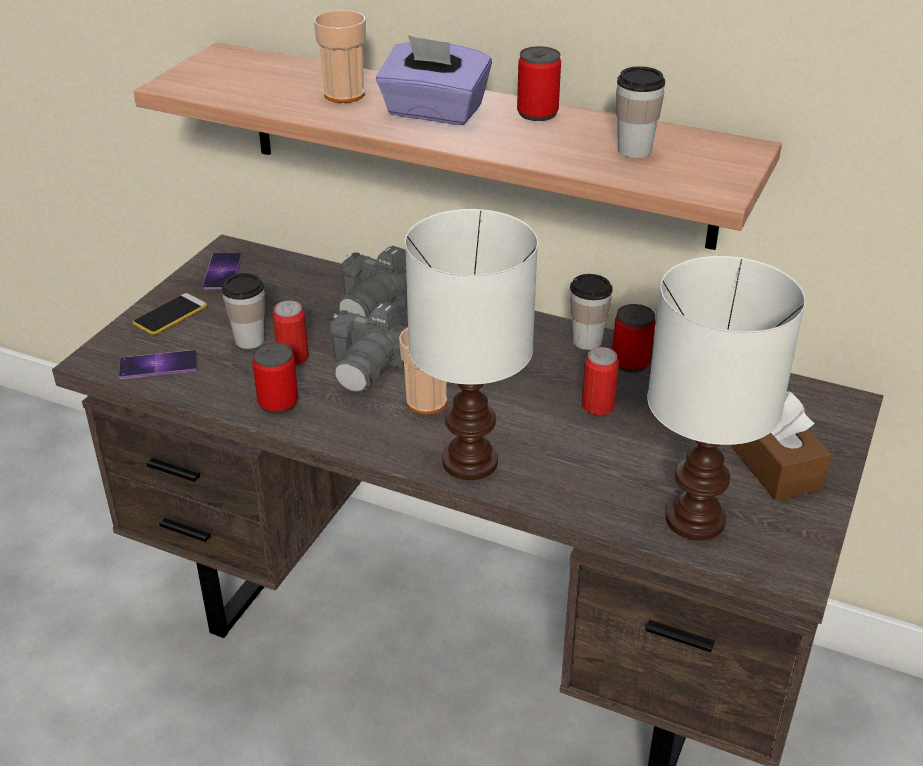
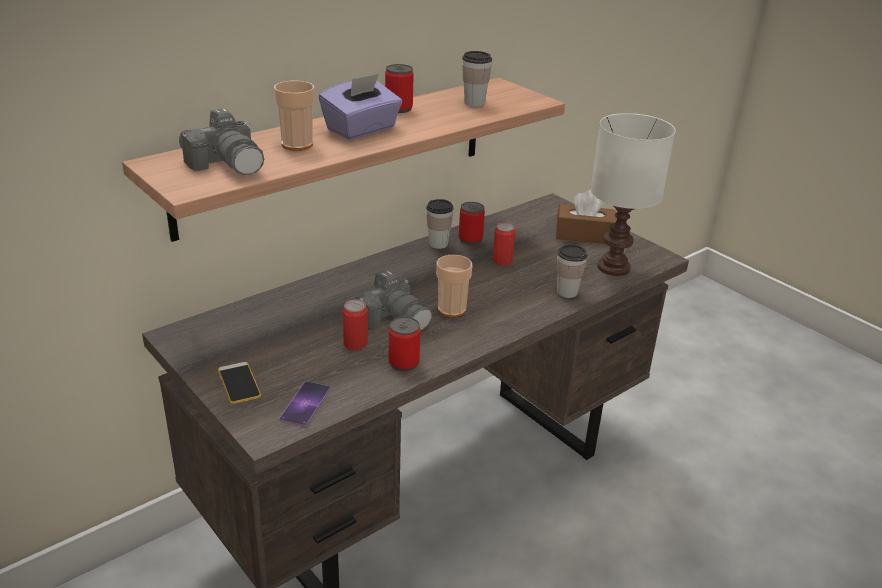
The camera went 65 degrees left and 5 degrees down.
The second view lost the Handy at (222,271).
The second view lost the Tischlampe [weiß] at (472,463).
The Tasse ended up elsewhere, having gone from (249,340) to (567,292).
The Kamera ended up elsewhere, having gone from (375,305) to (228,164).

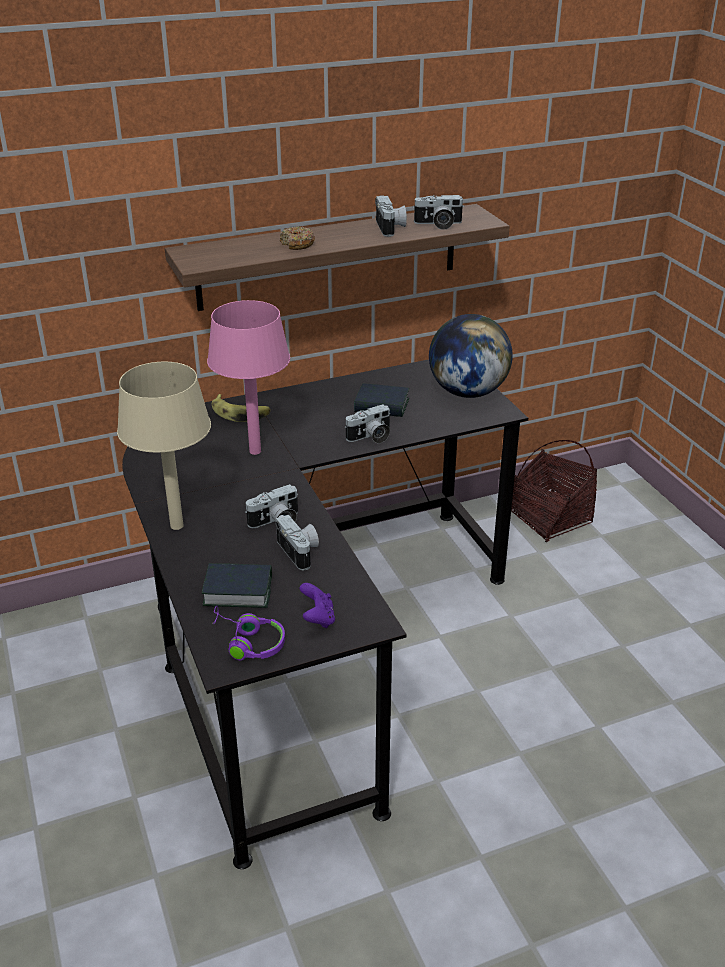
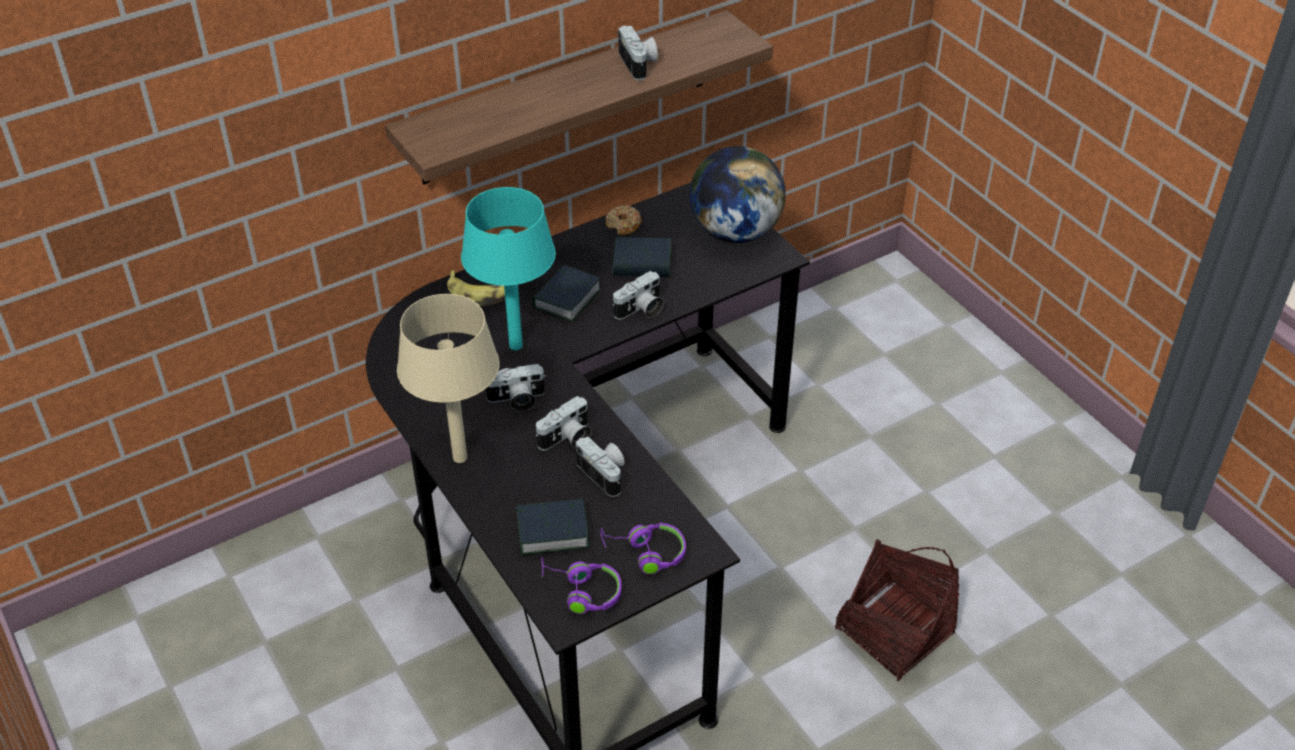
The camera went 10 degrees left and 10 degrees up.
The second view gained the Buch at (567,298).
The Donut ended up elsewhere, having gone from (297,244) to (623,225).
The Kamera ended up elsewhere, having gone from (438,224) to (517,400).
The Korb ended up elsewhere, having gone from (549,517) to (893,632).
Where the Gamepad [lila] stood at (318,618), the Kopfhörer [lila] came to stand at (645,553).
What was the Tischlampe [rosa] at (255,451) turned into the Tischlampe [türkis] at (515,345).

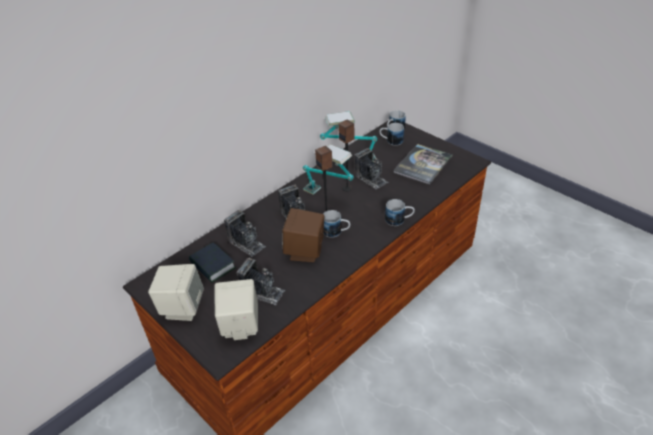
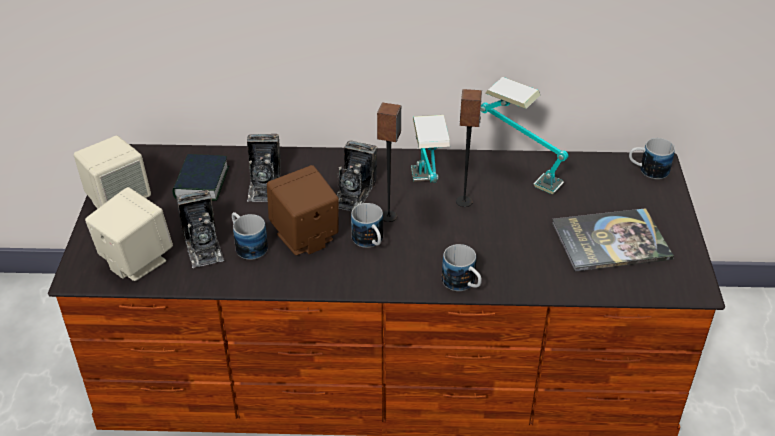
The camera went 45 degrees right and 0 degrees up.
The second view lost the Kamera at (371,179).
The Henkelbecher ended up elsewhere, having gone from (391,141) to (247,245).

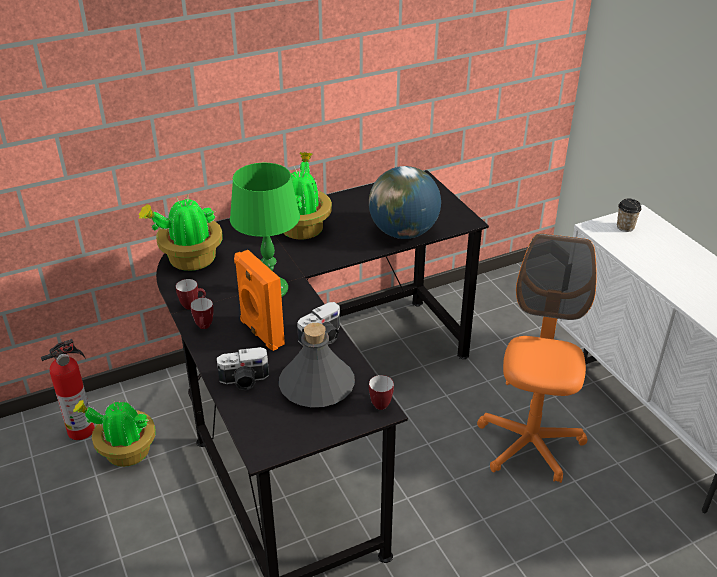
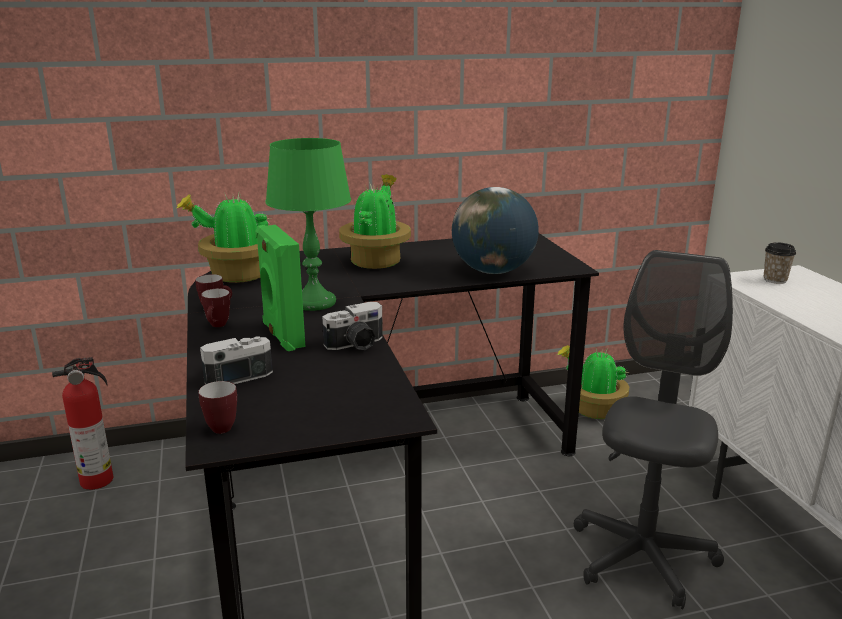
The camera went 10 degrees right and 15 degrees down.
The second view lost the Flasche [grau] at (316,386).
The Topfpflanze ended up elsewhere, having gone from (125,452) to (593,410).
The Henkelbecher ended up elsewhere, having gone from (379,403) to (223,426).
What was the Lautsprecher [orange] at (261,333) turned into the Lautsprecher [grün] at (282,335).
What was the Bürostuhl [orange] at (529,444) turned into the Bürostuhl [grau] at (642,557).
The Kamera at (244,381) ended up facing another way, 150 degrees clockwise from before.

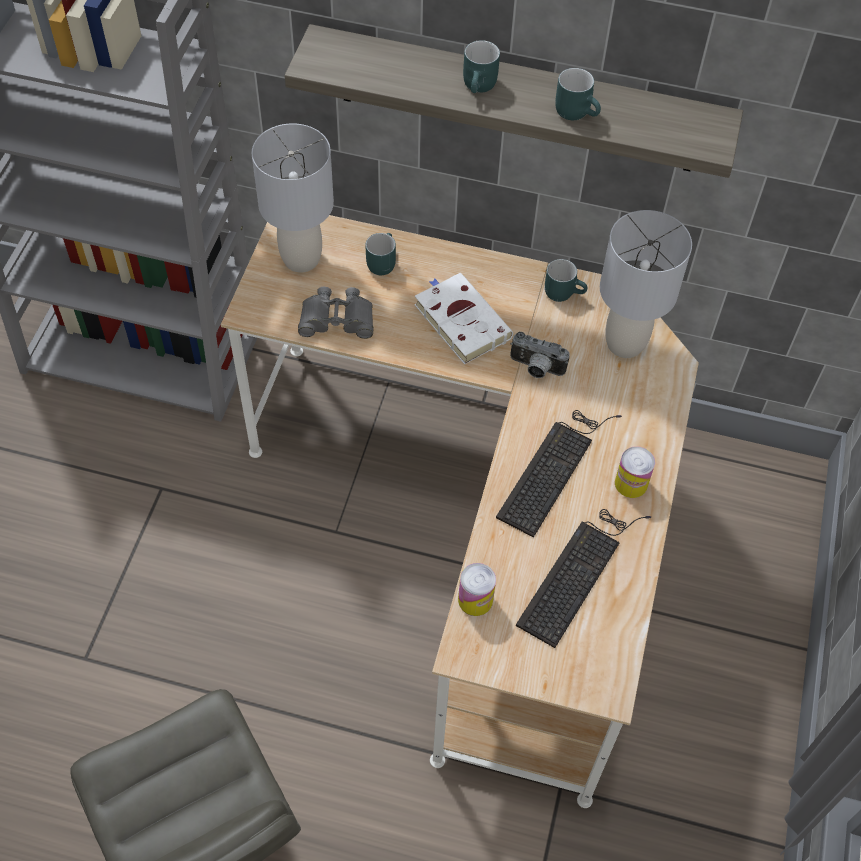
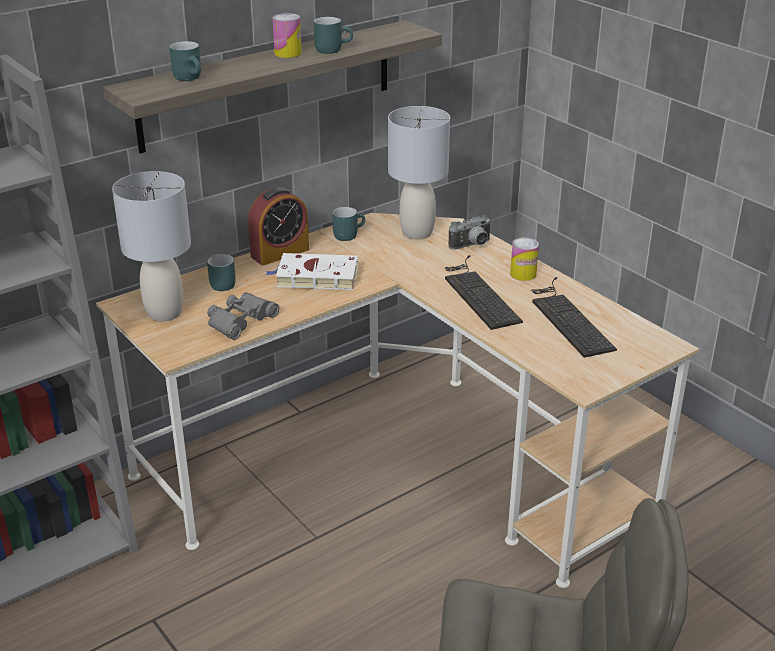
The camera went 50 degrees left and 25 degrees down.
The second view gained the Wecker at (280,253).
The Dose ended up elsewhere, having gone from (475,599) to (288,53).
The Henkelbecher [türkis] ended up elsewhere, having gone from (481,87) to (191,78).
The Kamera ended up elsewhere, having gone from (535,369) to (472,246).

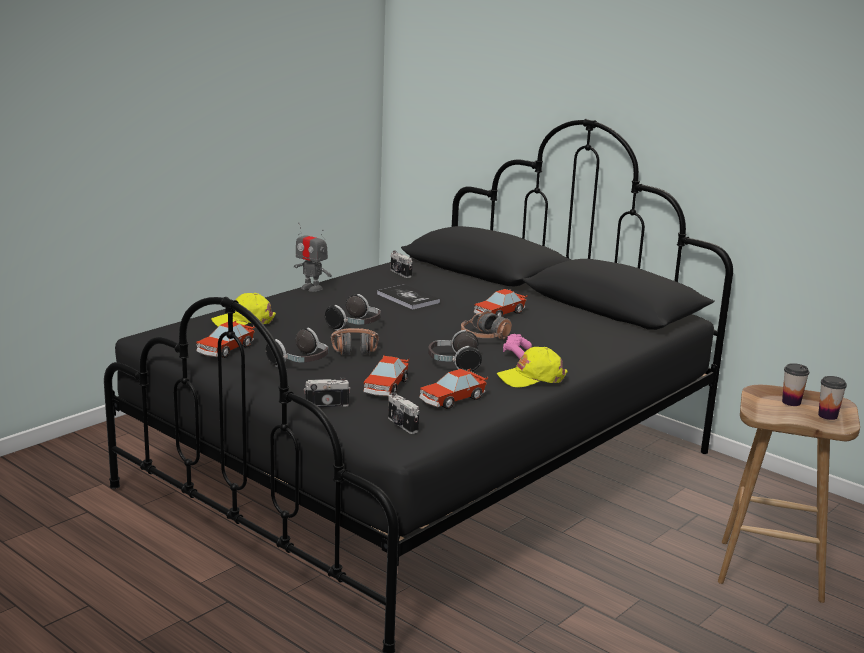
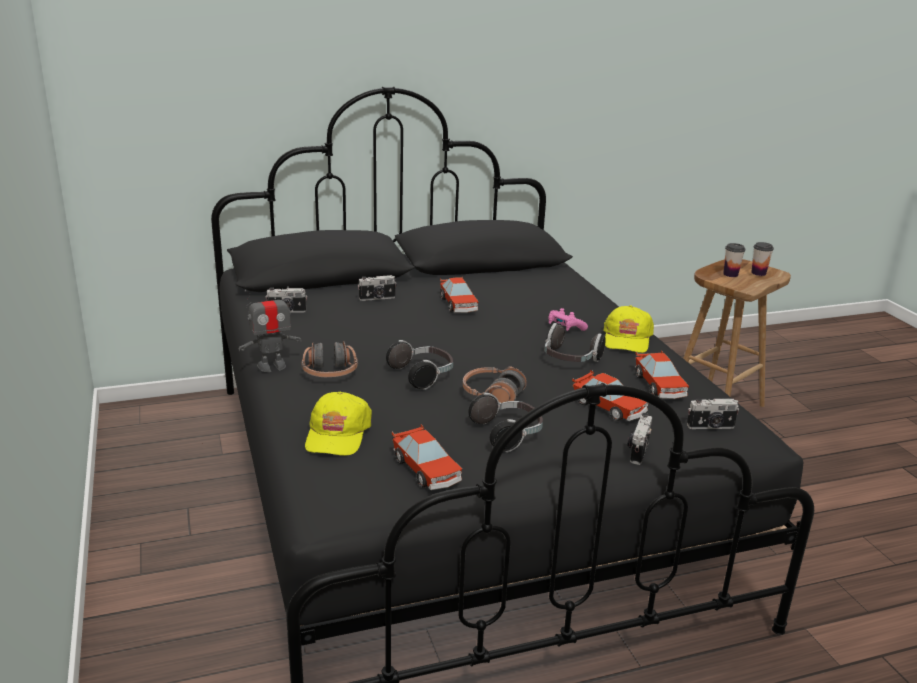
The camera went 60 degrees left and 5 degrees up.
The second view lost the Buch at (408,298).
The second view gained the Kamera at (377,298).
The Kopfhörer ended up elsewhere, having gone from (484,337) to (330,373).

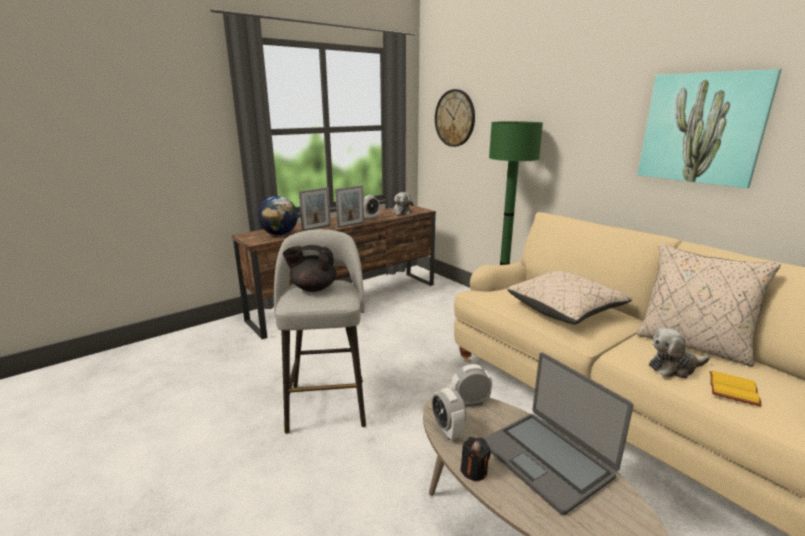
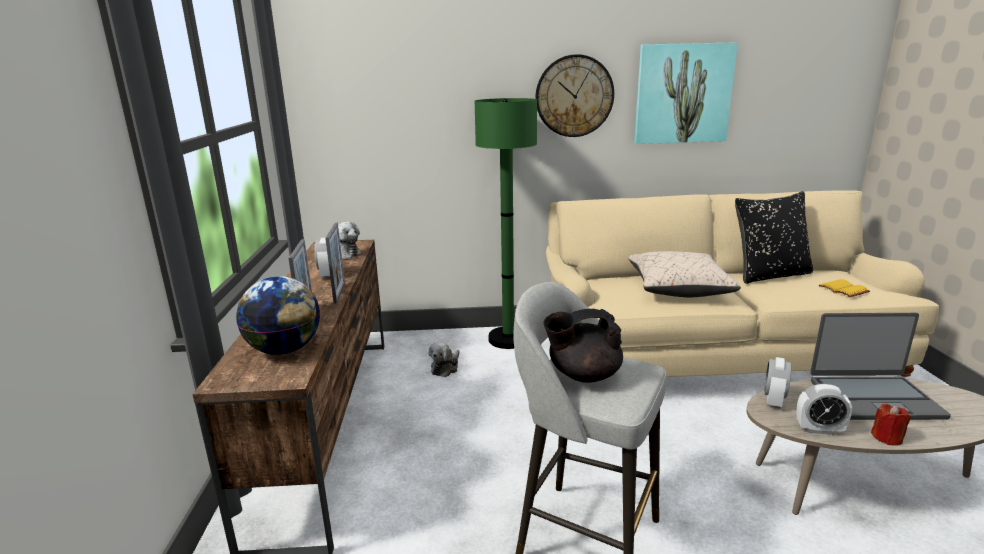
The camera went 55 degrees left and 0 degrees up.
The Wanduhr ended up elsewhere, having gone from (455,118) to (574,96).
The Plüschtier ended up elsewhere, having gone from (674,367) to (445,367).
What was the Kerze [schwarz] at (474,471) turned into the Kerze [rot] at (887,438).
What was the Kissen [beige] at (692,345) turned into the Kissen [schwarz] at (770,275).
The Teekanne [schwarz] at (313,288) ended up facing another way, 45 degrees clockwise from before.

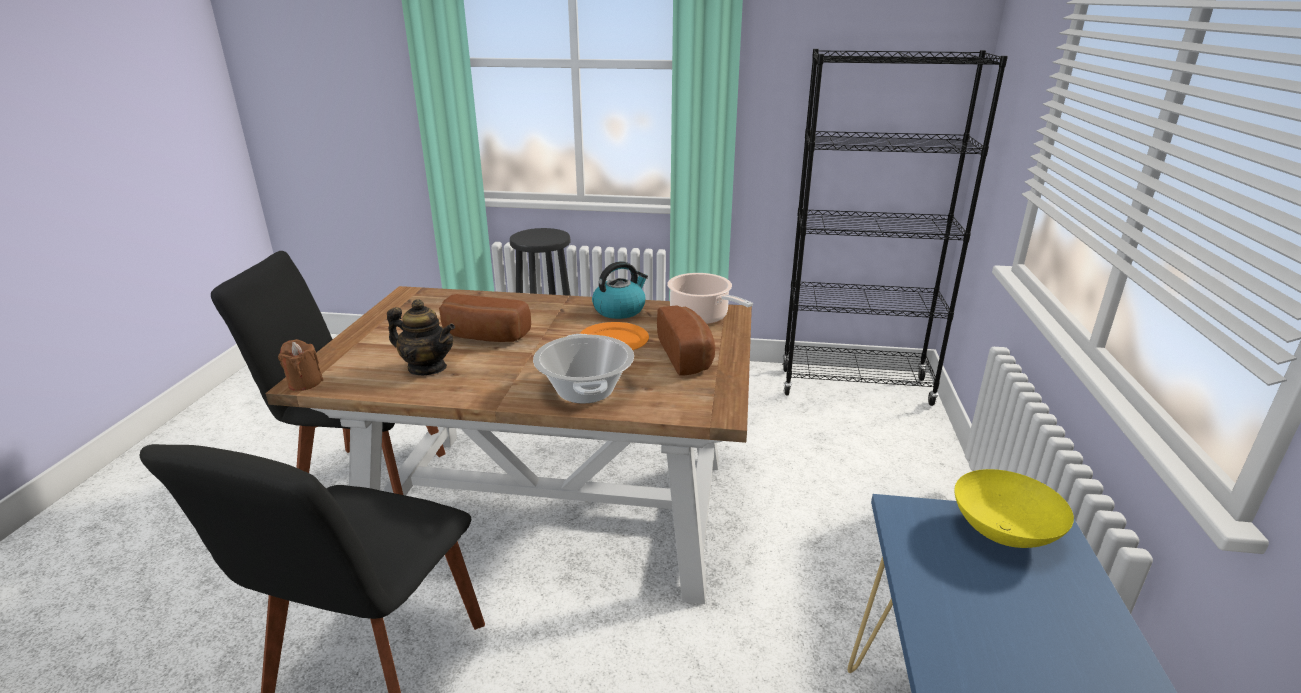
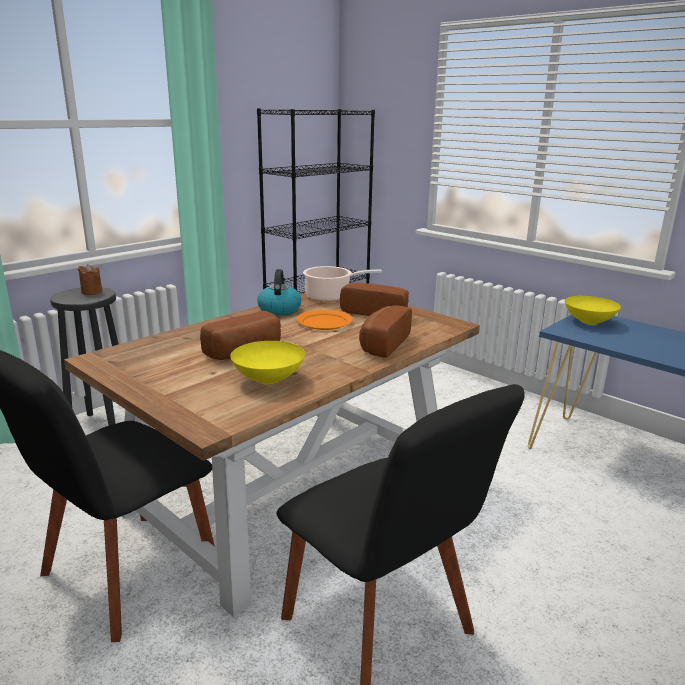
The camera went 55 degrees left and 5 degrees down.
The Kerze [braun] ended up elsewhere, having gone from (305,383) to (92,292).
Where the Teekanne stood at (427,368), the Schüssel [gelb] came to stand at (267,379).
Where the Kochtopf stood at (586,390), the Brot came to stand at (382,344).

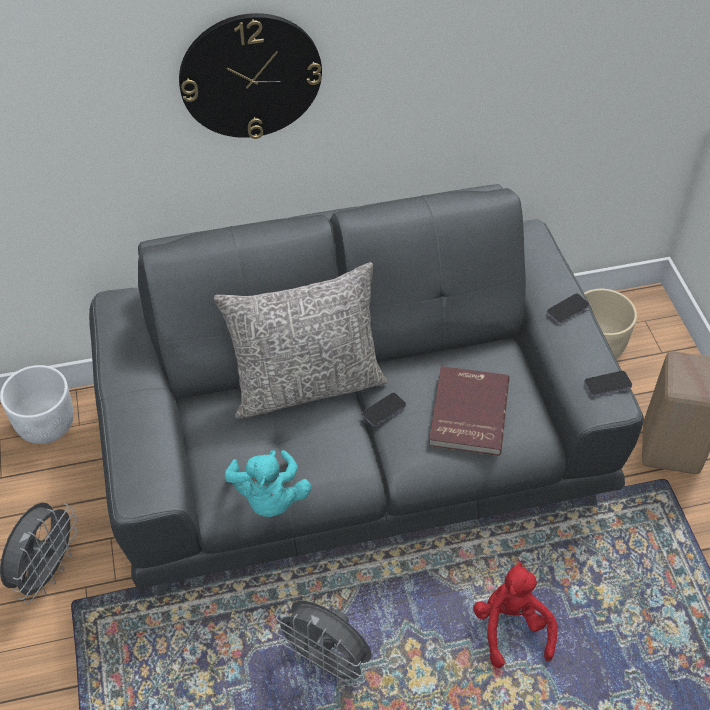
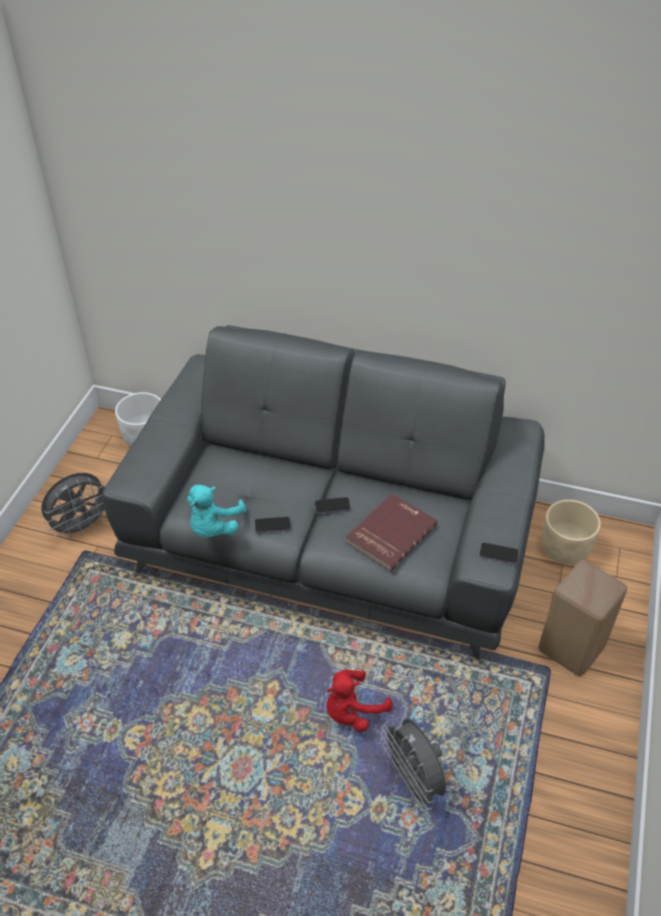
The camera went 30 degrees right and 5 degrees down.
The second view lost the Wanduhr at (250,76).
The second view lost the Kissen [grau] at (306,385).
The Ventilator [grau] ended up elsewhere, having gone from (327,662) to (413,781).
The Handy ended up elsewhere, having gone from (567,309) to (272,525).
The Plüschtier [rot] at (511,628) ended up facing another way, 150 degrees counterclockwise from before.

